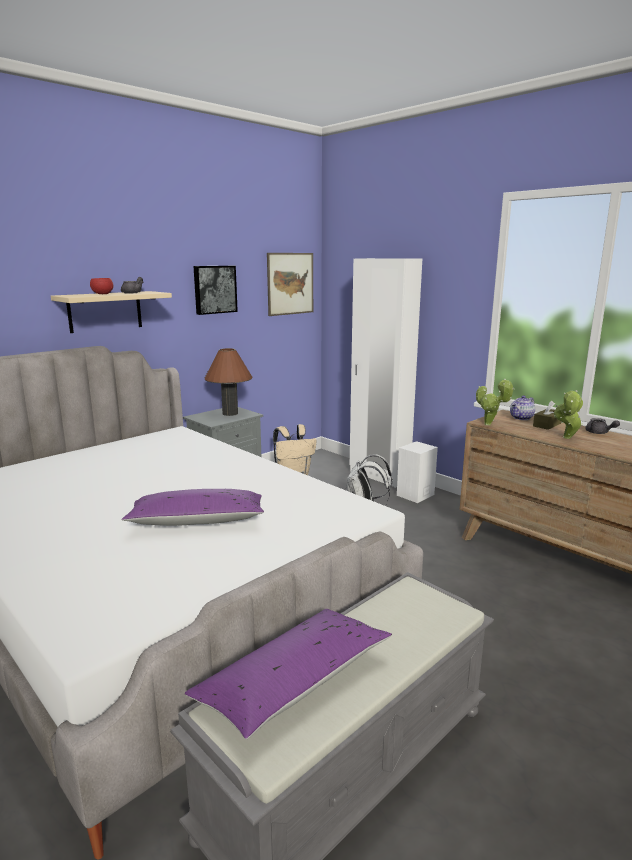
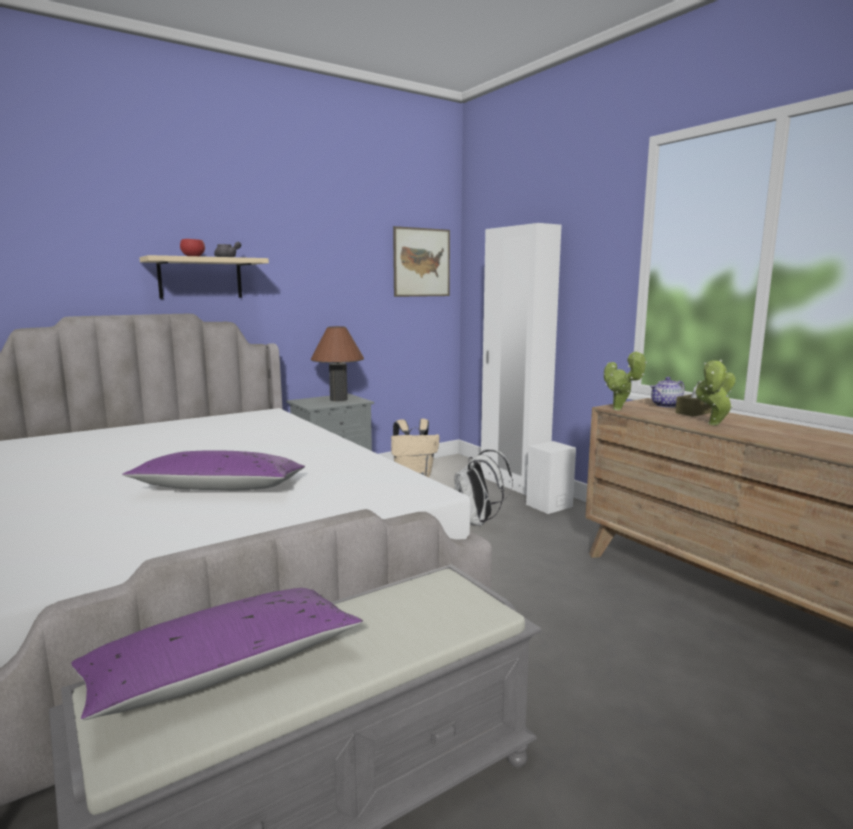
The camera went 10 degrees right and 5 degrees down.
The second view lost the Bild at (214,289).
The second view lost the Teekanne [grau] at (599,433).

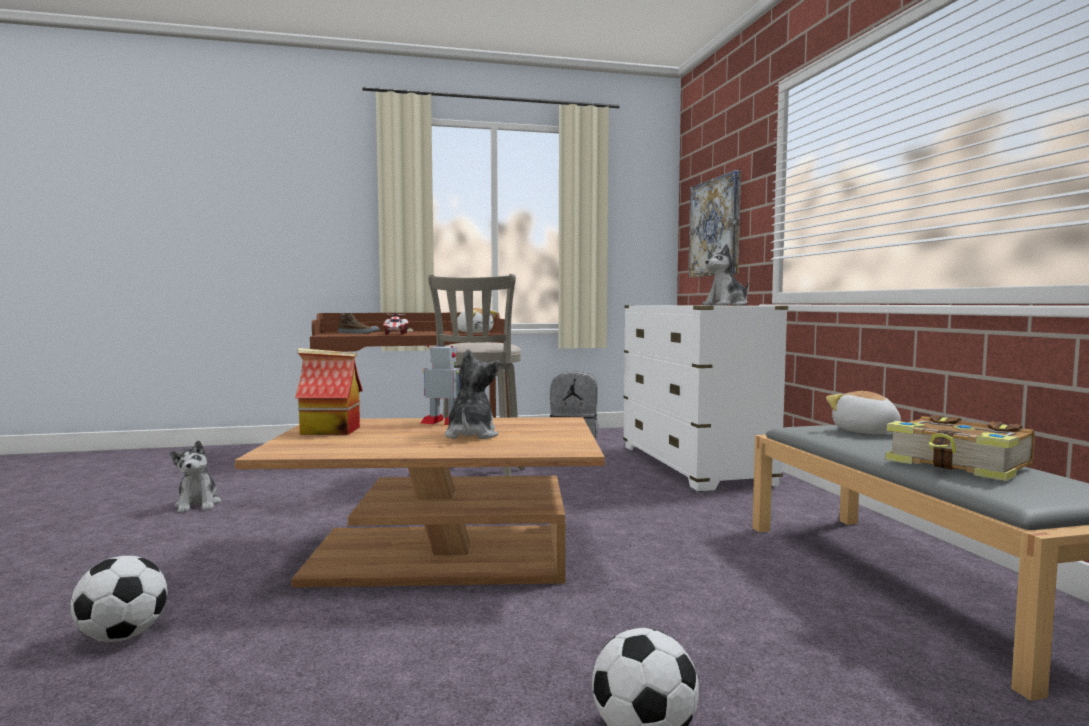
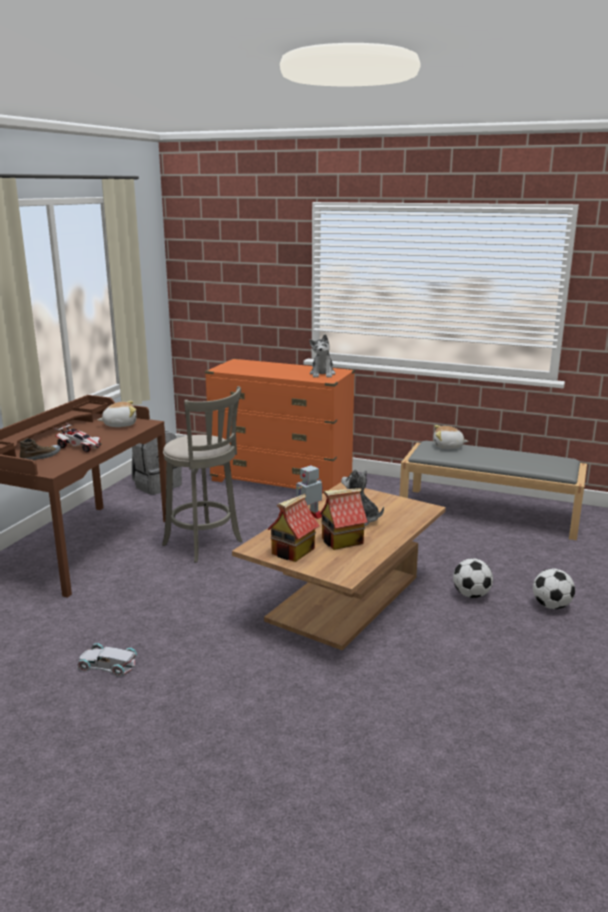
The camera went 55 degrees left and 15 degrees up.
The second view lost the Bild at (715,227).
The second view lost the Buch at (960,465).
The second view gained the Spielzeughaus at (342,541).
The Fußball ended up elsewhere, having gone from (122,637) to (471,595).
Where the Plüschtier stood at (198,504), the Spielzeugauto [weiß] came to stand at (107,664).
What was the Kommode [weiß] at (693,466) turned into the Kommode [orange] at (281,481).

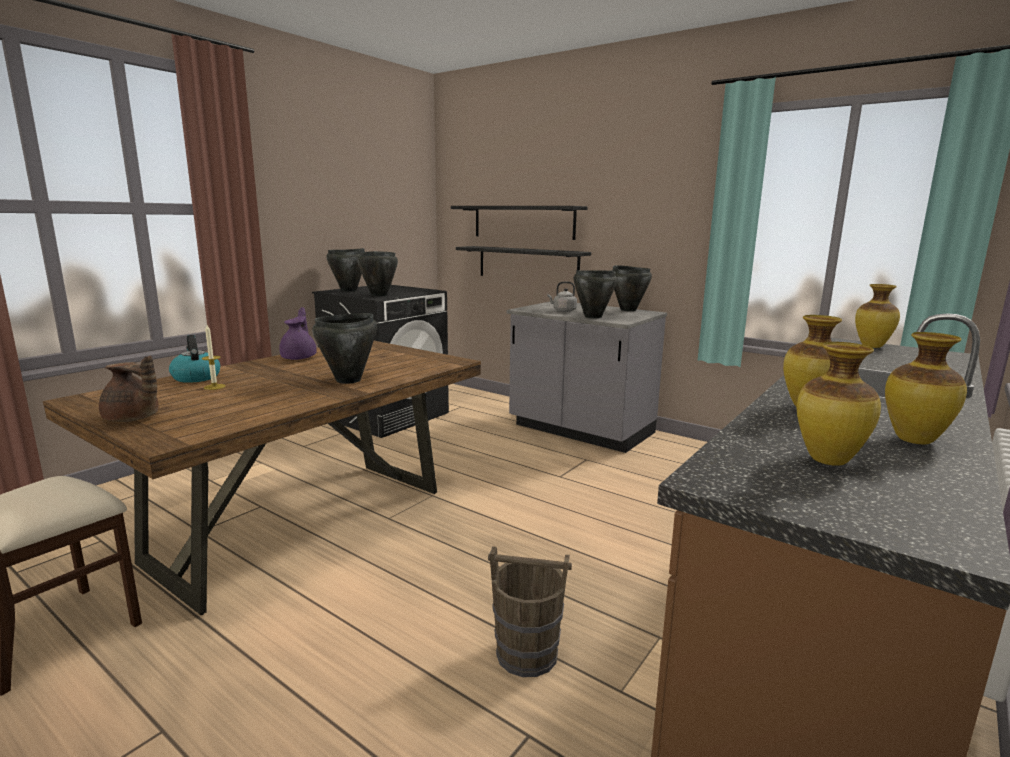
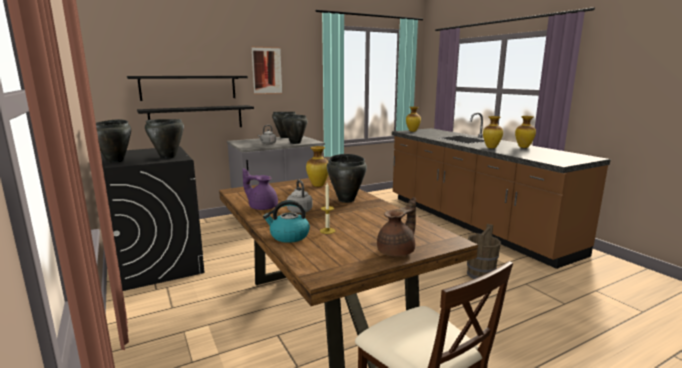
The camera went 65 degrees left and 0 degrees up.
The second view gained the Bild at (267,70).
The second view gained the Wasserkessel [grau] at (299,210).
The Vase ended up elsewhere, having gone from (828,461) to (318,185).

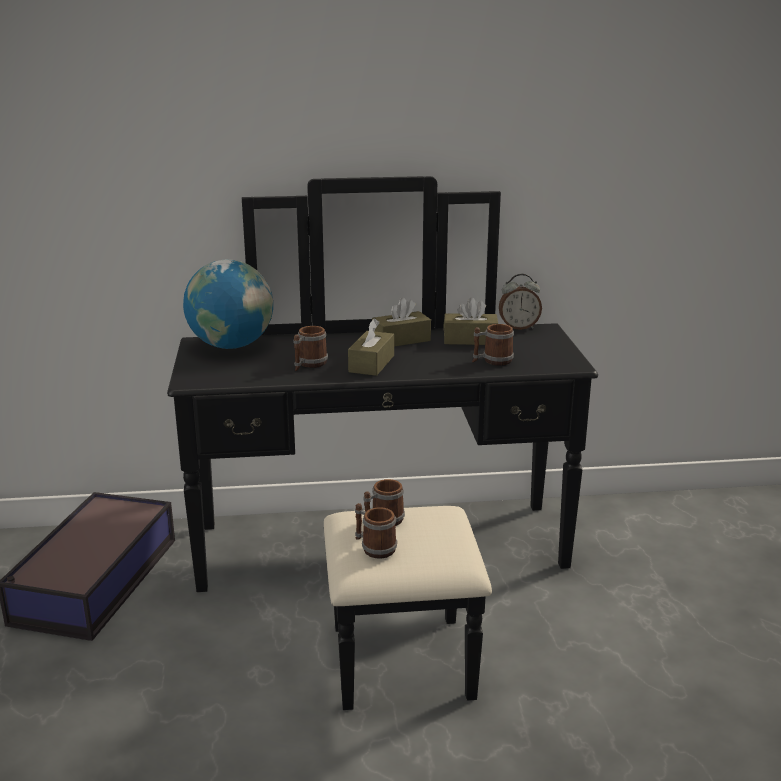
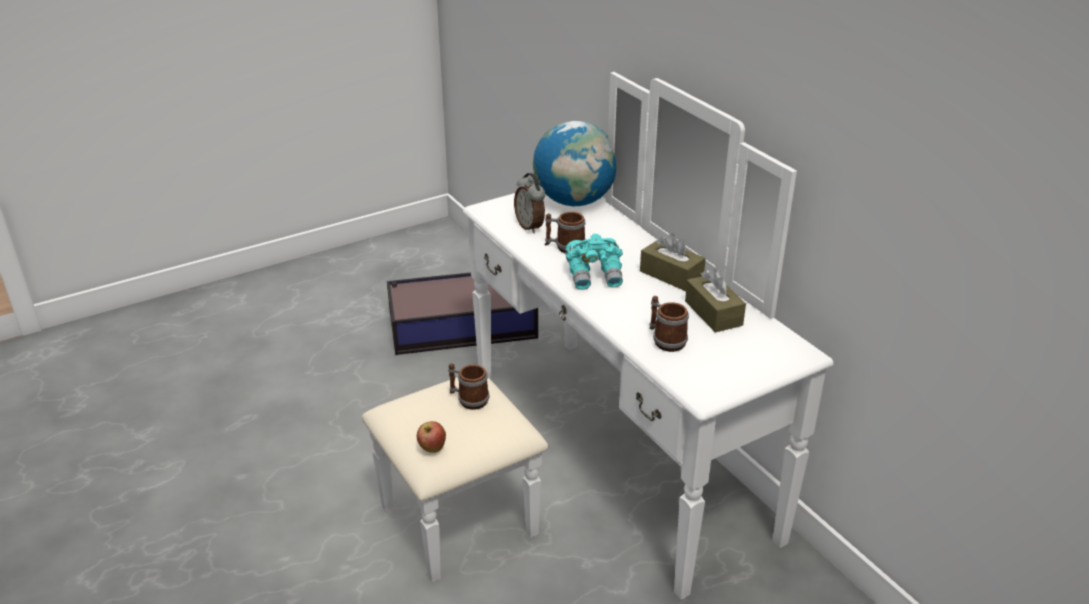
The camera went 65 degrees right and 10 degrees up.
The second view lost the Henkelbecher at (374,547).
The second view gained the Apfel at (432,449).
The Wecker ended up elsewhere, having gone from (518,327) to (530,226).
Where the Taschentuchbox [braun] stood at (371,364), the Fernglas [türkis] came to stand at (595,276).
What was the Kommode [schwarz] at (386,569) turned into the Kommode [weiß] at (584,467).

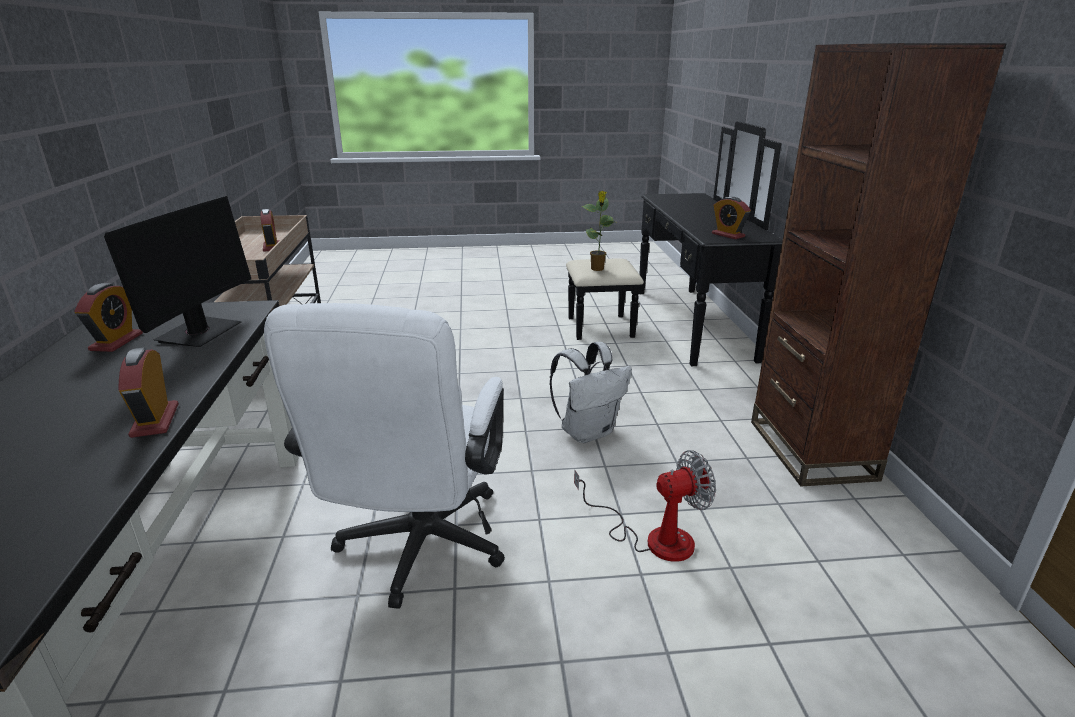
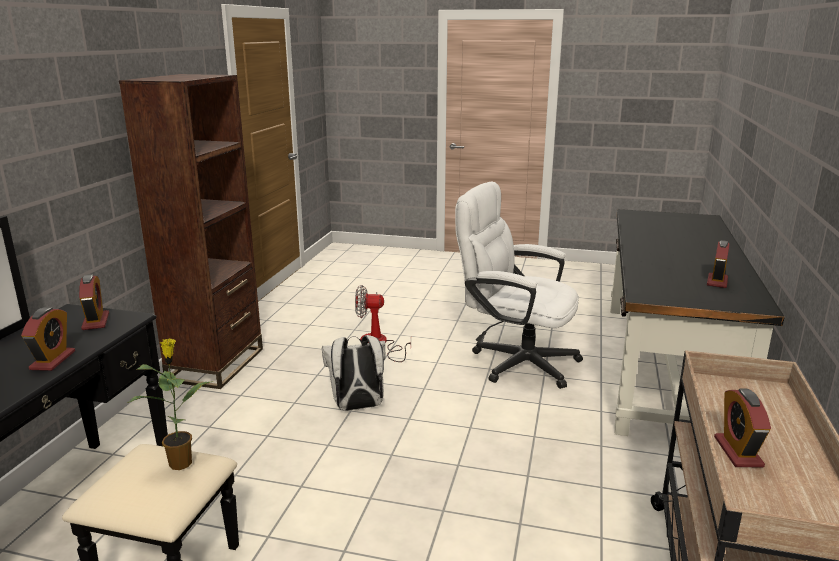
The camera went 160 degrees left and 5 degrees down.
The second view lost the Monitor at (200,333).
The Wecker ended up elsewhere, having gone from (155,420) to (52,360).
The Bürostuhl [weiß] at (418,551) ended up facing another way, 90 degrees counterclockwise from before.

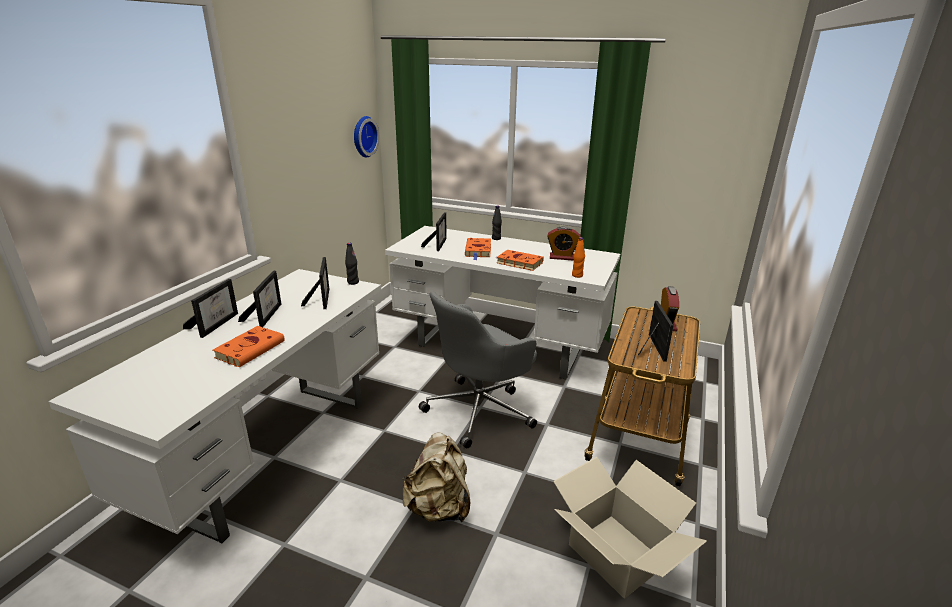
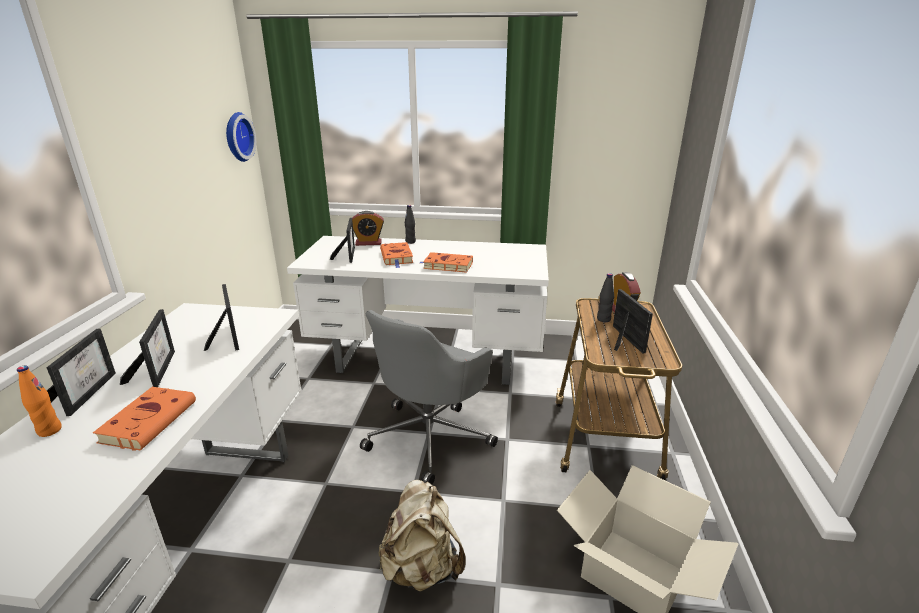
The camera went 15 degrees left and 0 degrees up.
The Flasche [schwarz] ended up elsewhere, having gone from (353,282) to (603,319).
The Wecker ended up elsewhere, having gone from (562,257) to (368,243).
The Flasche [orange] ended up elsewhere, having gone from (577,275) to (49,430).

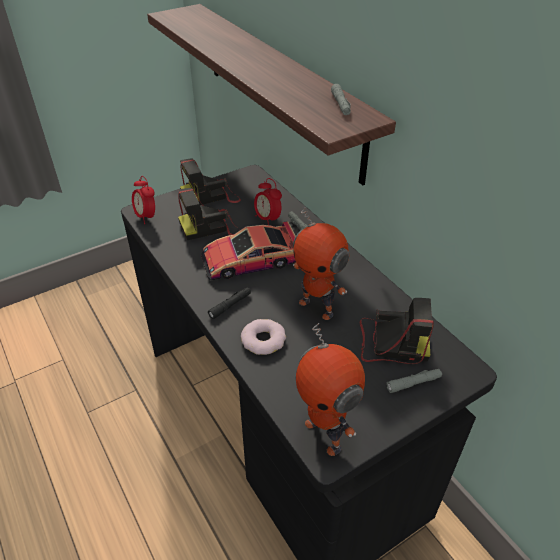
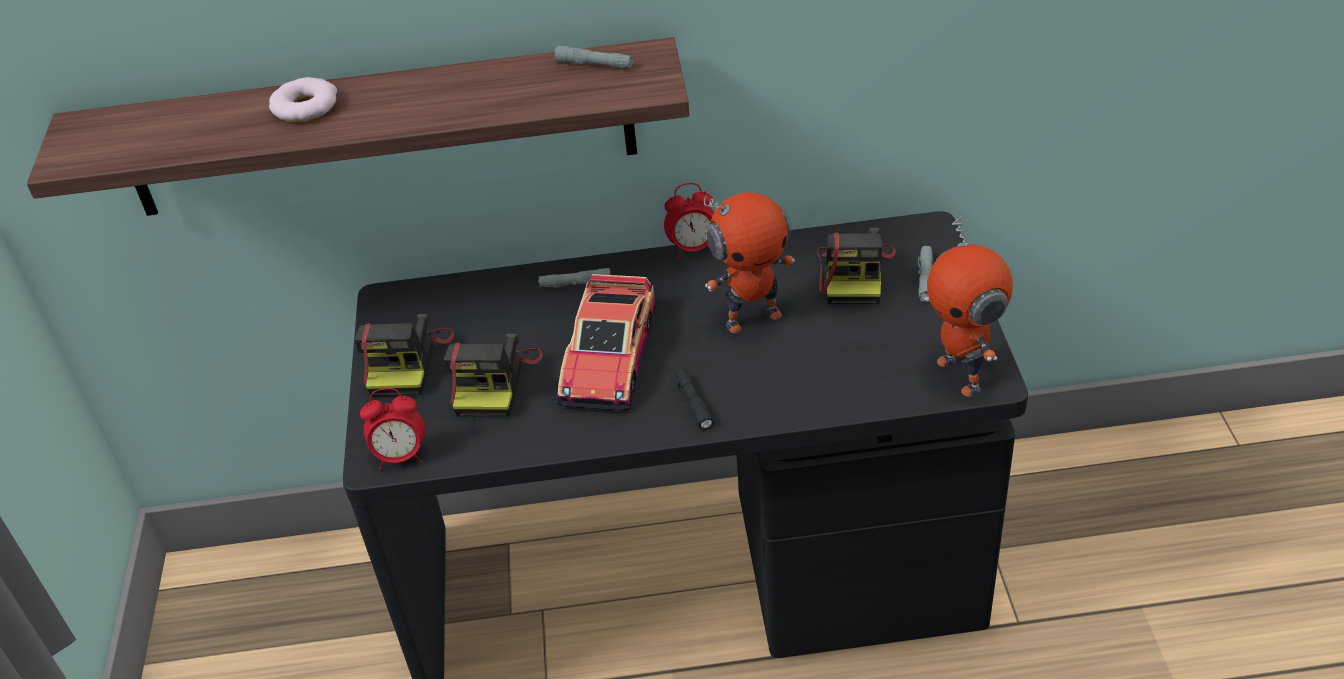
The camera went 60 degrees left and 0 degrees up.
The Donut ended up elsewhere, having gone from (263,340) to (305,107).
The Wecker ended up elsewhere, having gone from (267,219) to (693,249).
The Spielzeugroboter at (325,434) ended up facing another way, 75 degrees clockwise from before.
The Kamera at (391,343) ended up facing another way, 150 degrees clockwise from before.

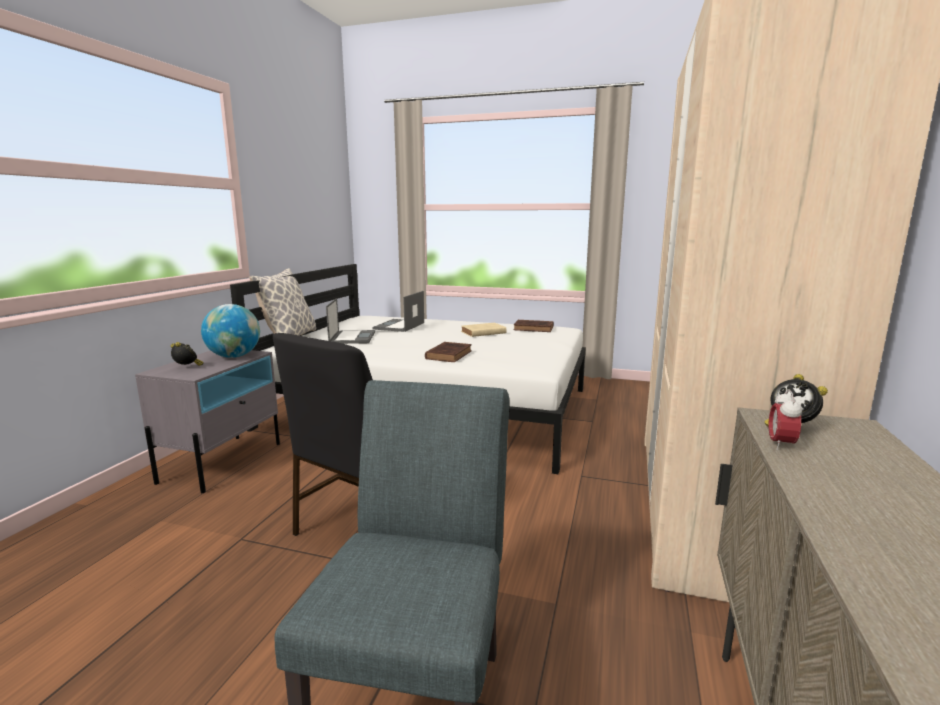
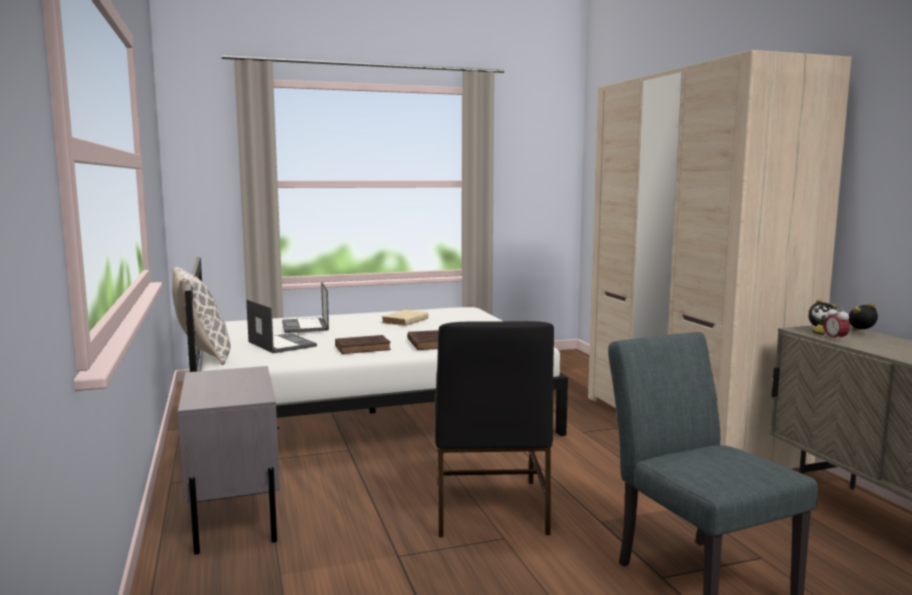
The camera went 35 degrees left and 5 degrees down.
The second view lost the Globus at (234,356).
The Wecker ended up elsewhere, having gone from (187,368) to (861,333).
The Buch [braun] ended up elsewhere, having gone from (534,328) to (364,348).

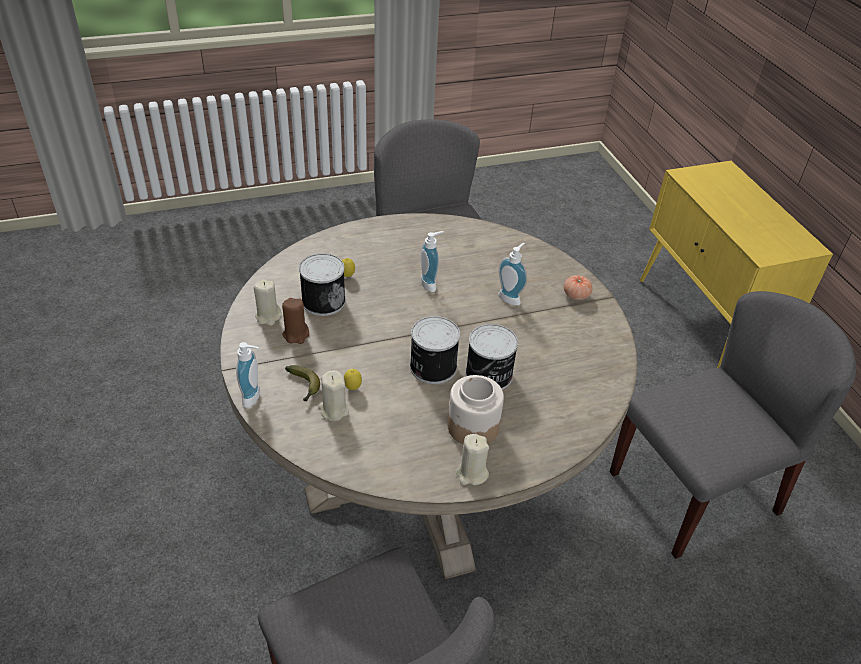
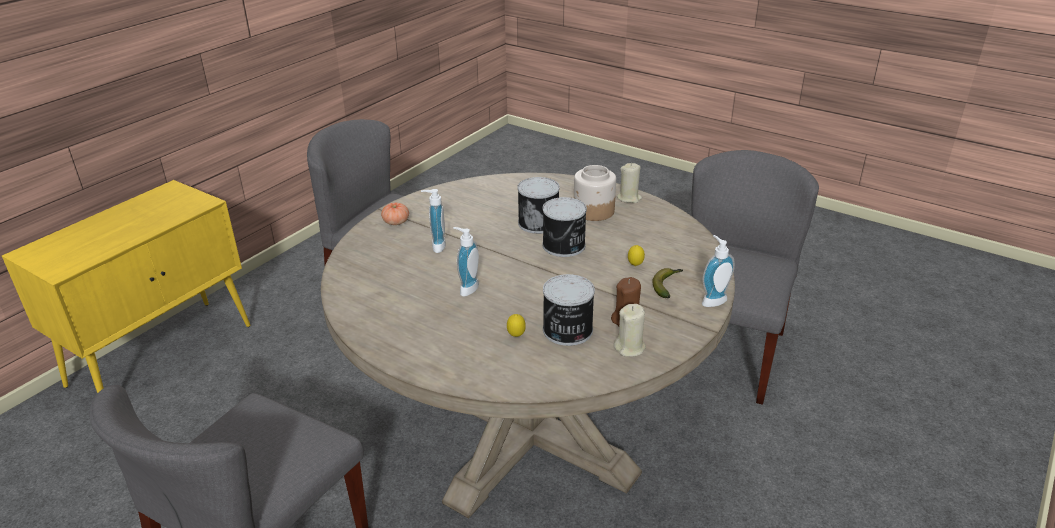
The camera went 125 degrees left and 10 degrees down.
The second view lost the Kerze [beige] at (333,410).

